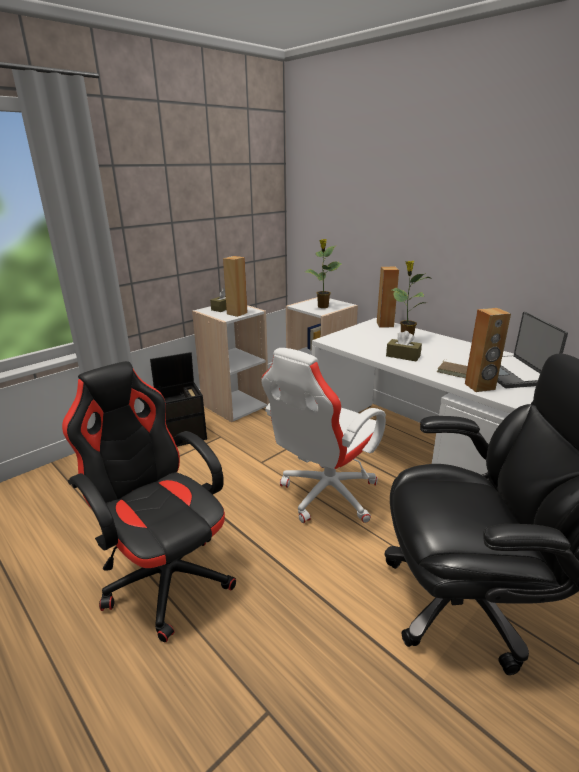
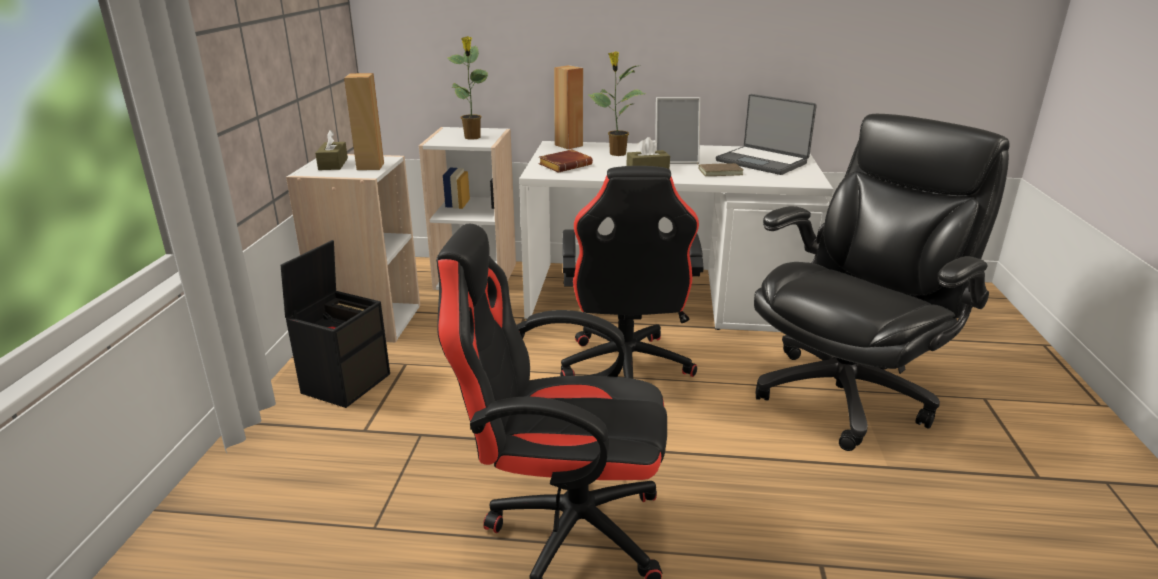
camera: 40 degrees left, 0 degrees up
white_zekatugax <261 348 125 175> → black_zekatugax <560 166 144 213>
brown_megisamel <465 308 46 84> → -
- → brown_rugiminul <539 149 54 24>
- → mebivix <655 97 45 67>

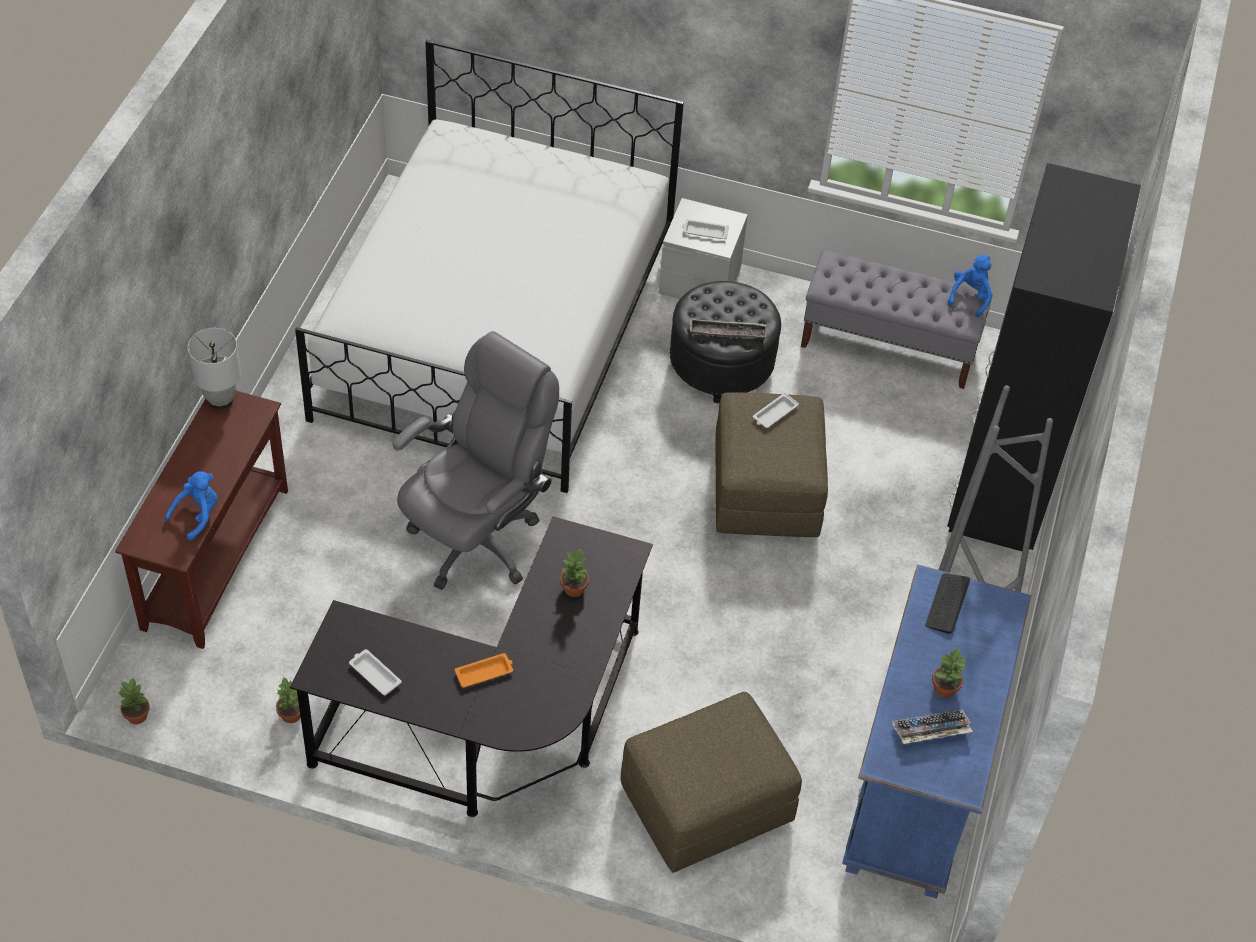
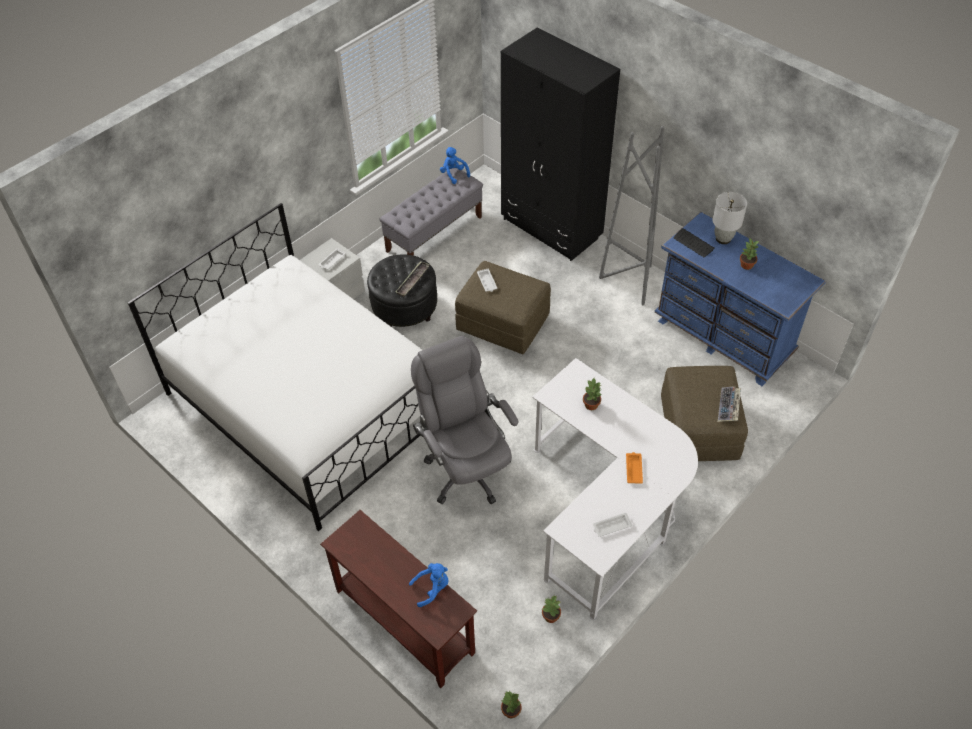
camera: 60 degrees left, 0 degrees up
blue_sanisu <165 471 53 70> → blue_sanisu <409 563 40 44>, 90 degrees clockwise
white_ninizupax <187 328 54 81> → white_ninizupax <712 192 35 52>, relocated
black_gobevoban <290 516 363 301> → white_gobevoban <532 358 166 262>
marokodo <892 710 81 34> → marokodo <718 386 23 36>, relocated

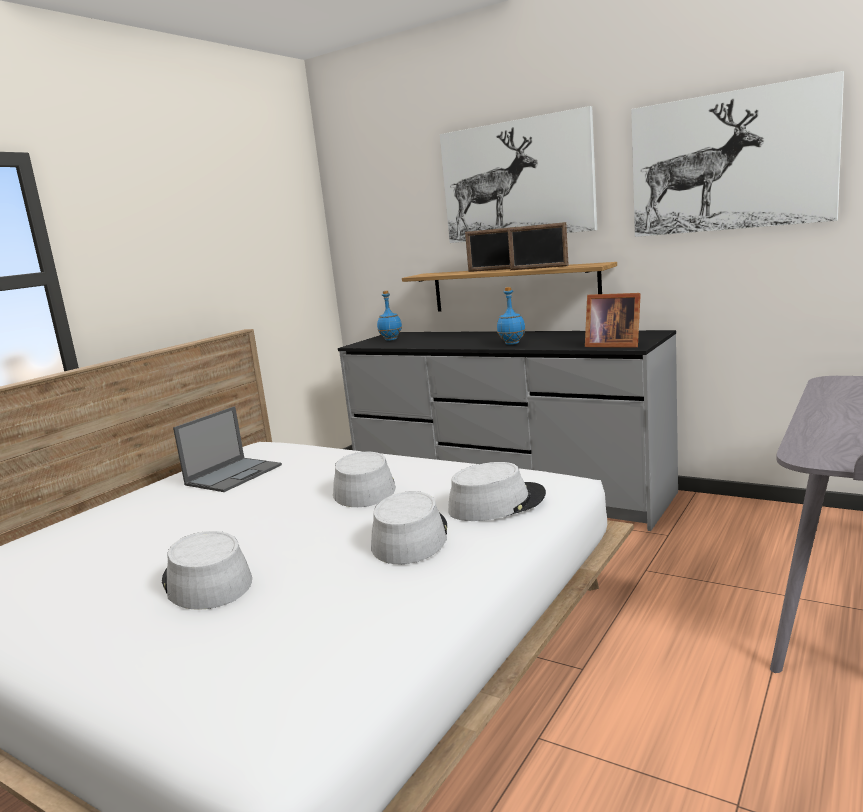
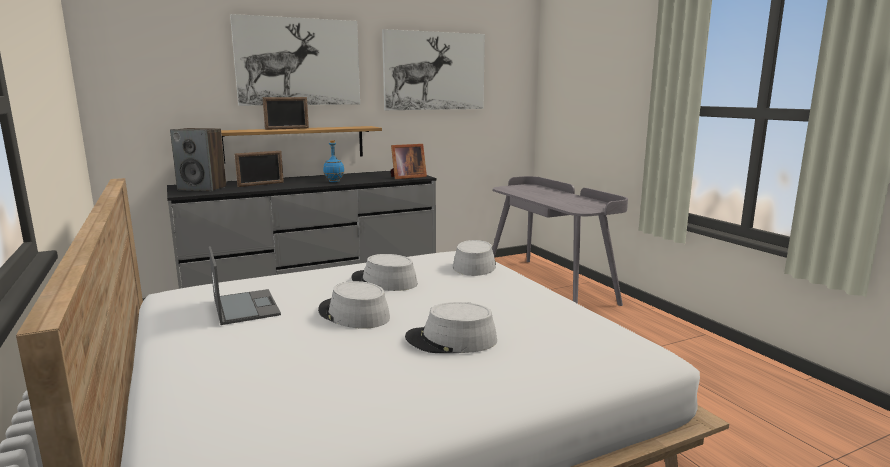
camera: 60 degrees left, 0 degrees up
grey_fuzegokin <371 491 76 73> → grey_fuzegokin <318 281 72 48>, relocated
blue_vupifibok <377 290 25 51> → megisamel <170 128 56 63>
mebivix <507 222 62 48> → mebivix <234 151 50 36>, relocated

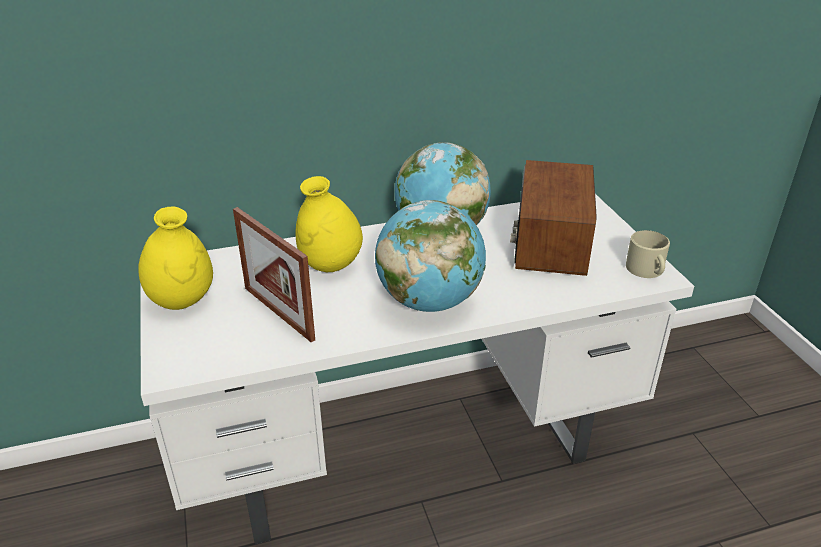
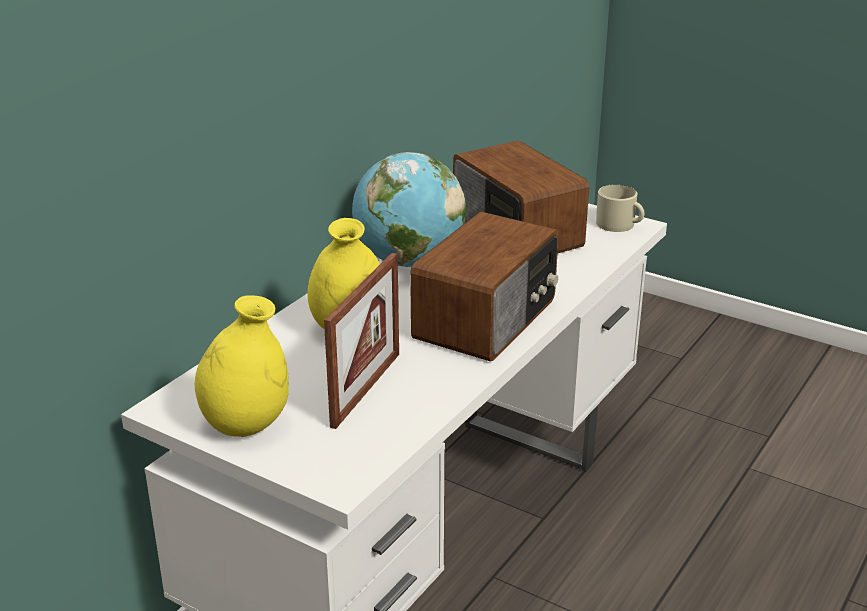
camera: 40 degrees left, 5 degrees down
mebivix <233 207 82 135> → mebivix <324 253 75 176>, 75 degrees counterclockwise
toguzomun <375 200 111 112> → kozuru <410 212 149 150>

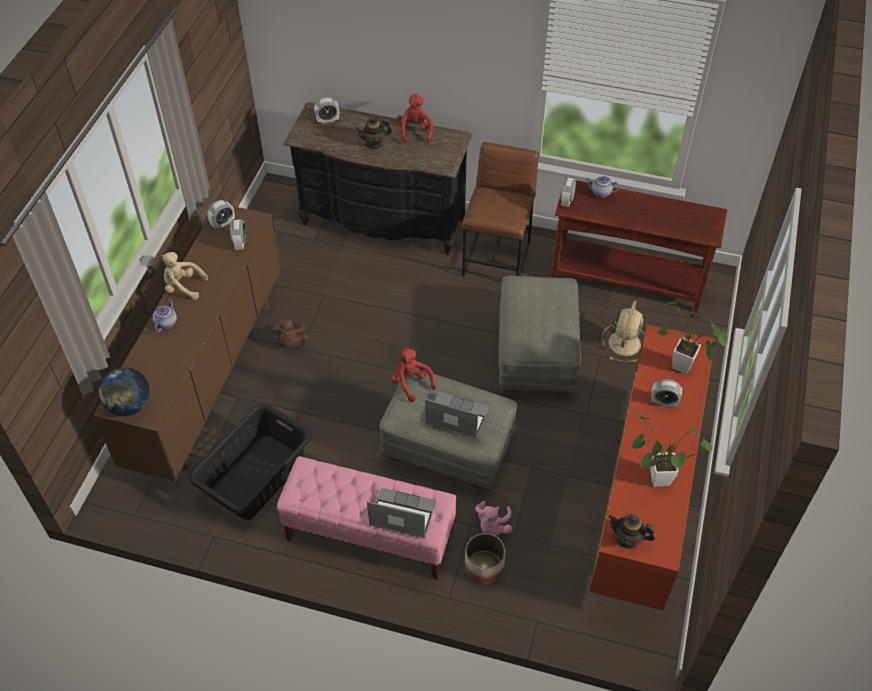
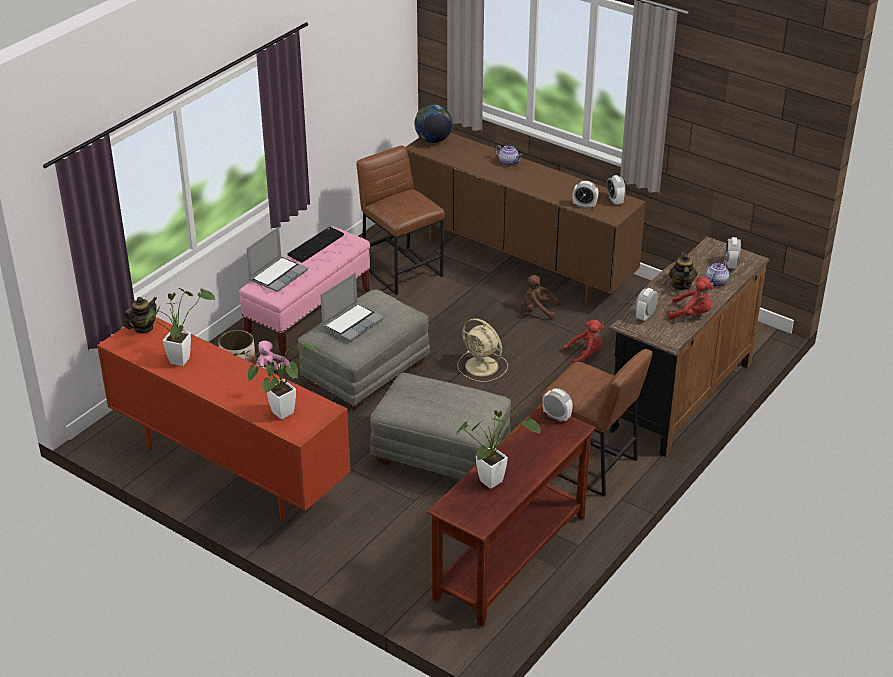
camera: 110 degrees right, 15 degrees down
beige_sanisu <161 252 47 48> → -
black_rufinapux <190 404 122 116> → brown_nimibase <356 145 89 150>
red_sanisu <390 347 46 55> → red_sanisu <563 320 41 44>, relocated
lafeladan <586 176 34 22> → lafeladan <706 260 23 27>, relocated
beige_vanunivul <602 300 43 62> → beige_vanunivul <457 318 51 64>, relocated
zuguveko <651 379 31 29> → zuguveko <636 288 22 33>, relocated
- → marokodo <288 227 56 36>
- → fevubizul <456 407 84 82>

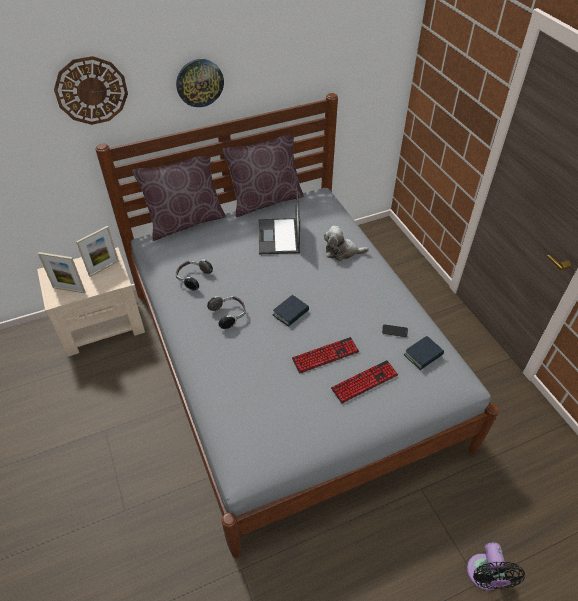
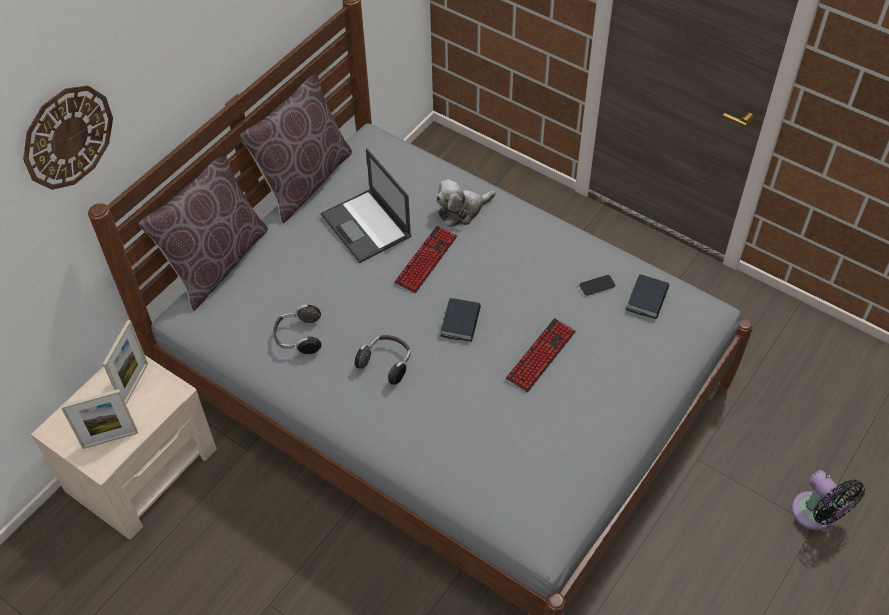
camera: 30 degrees left, 5 degrees up
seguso <176 59 48 48> → -
marokodo <331 360 67 44> → marokodo <394 226 63 67>, relocated

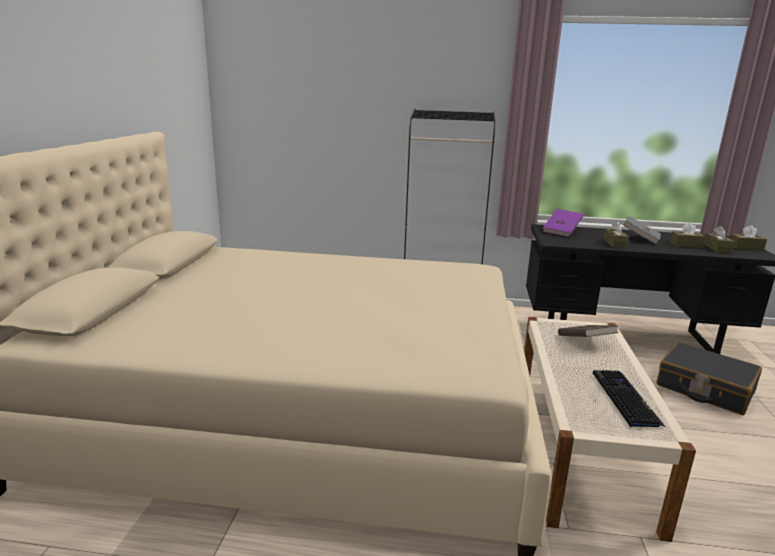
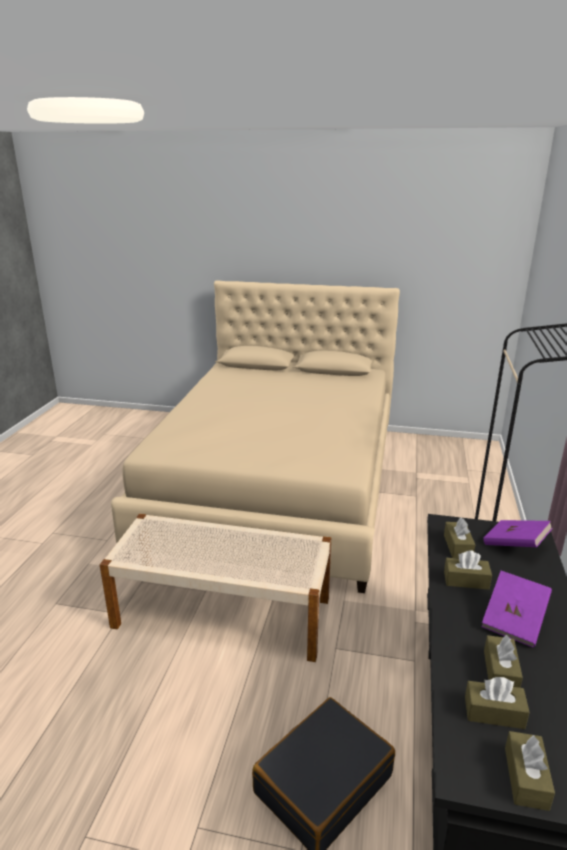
camera: 95 degrees right, 5 degrees up
brown_rugiminul <558 325 61 12> → -
marokodo <593 370 73 57> → -
grey_rugiminul <623 216 38 28> → purple_rugiminul <482 571 70 76>
- → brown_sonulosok <444 517 31 41>

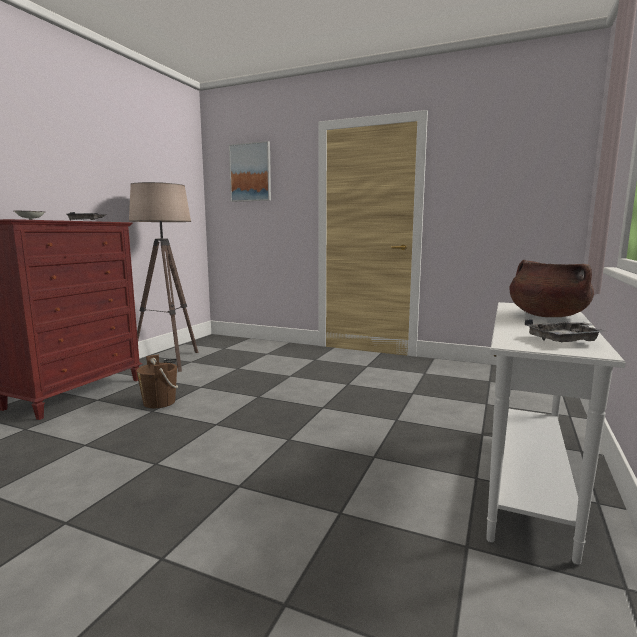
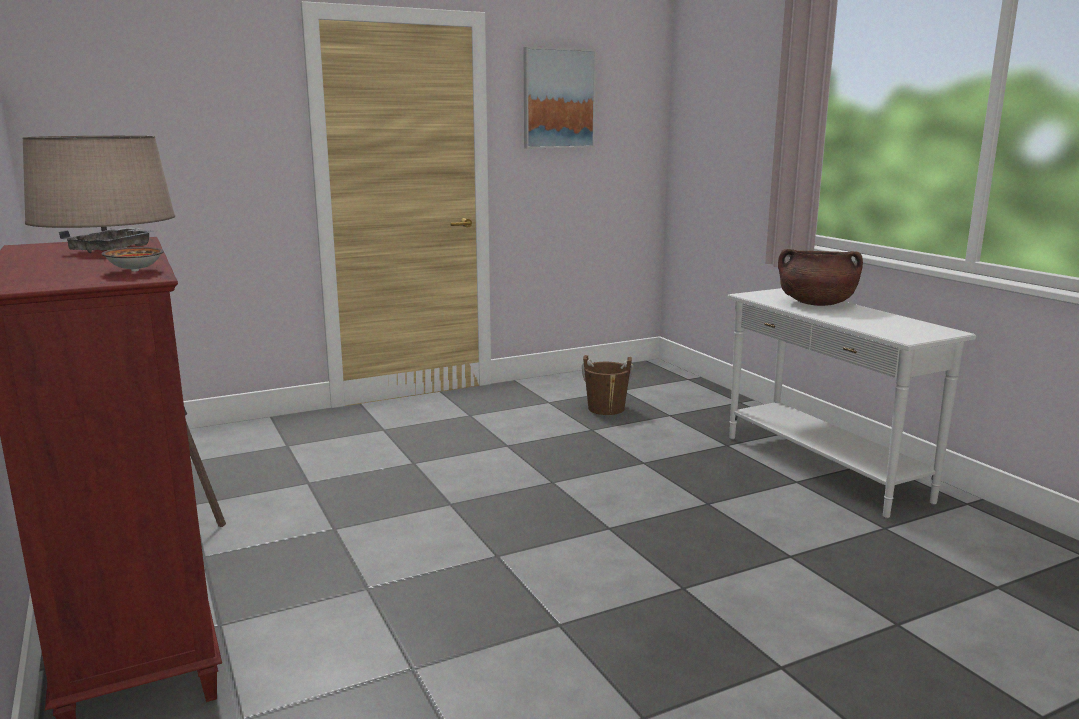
camera: 50 degrees left, 5 degrees up
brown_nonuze <136 355 42 53> → brown_nonuze <582 355 51 60>, relocated
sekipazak <229 141 42 61> → sekipazak <523 47 73 102>, relocated
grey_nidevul <525 319 81 23> → -

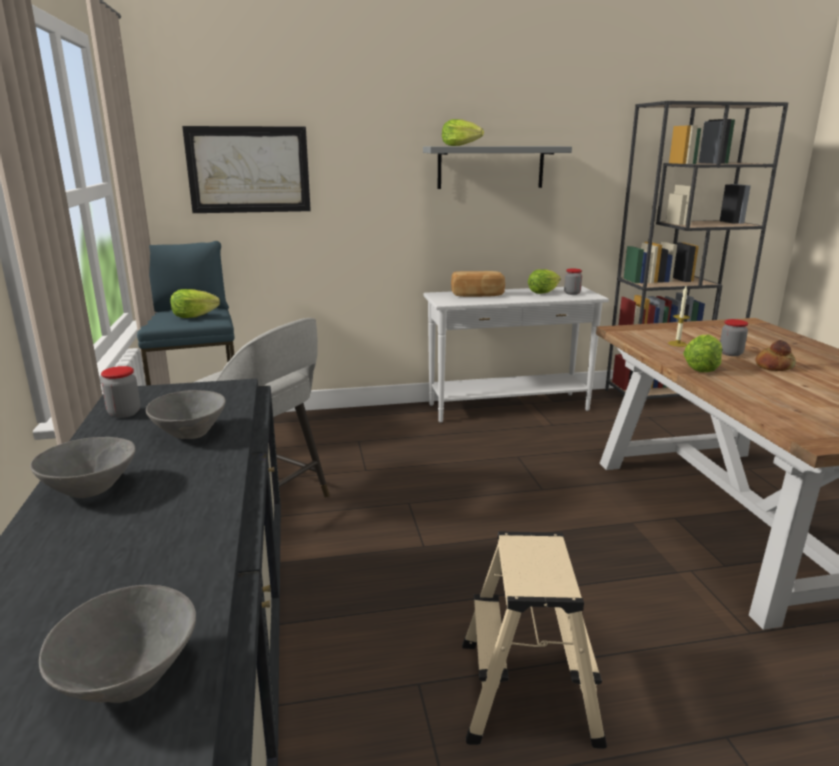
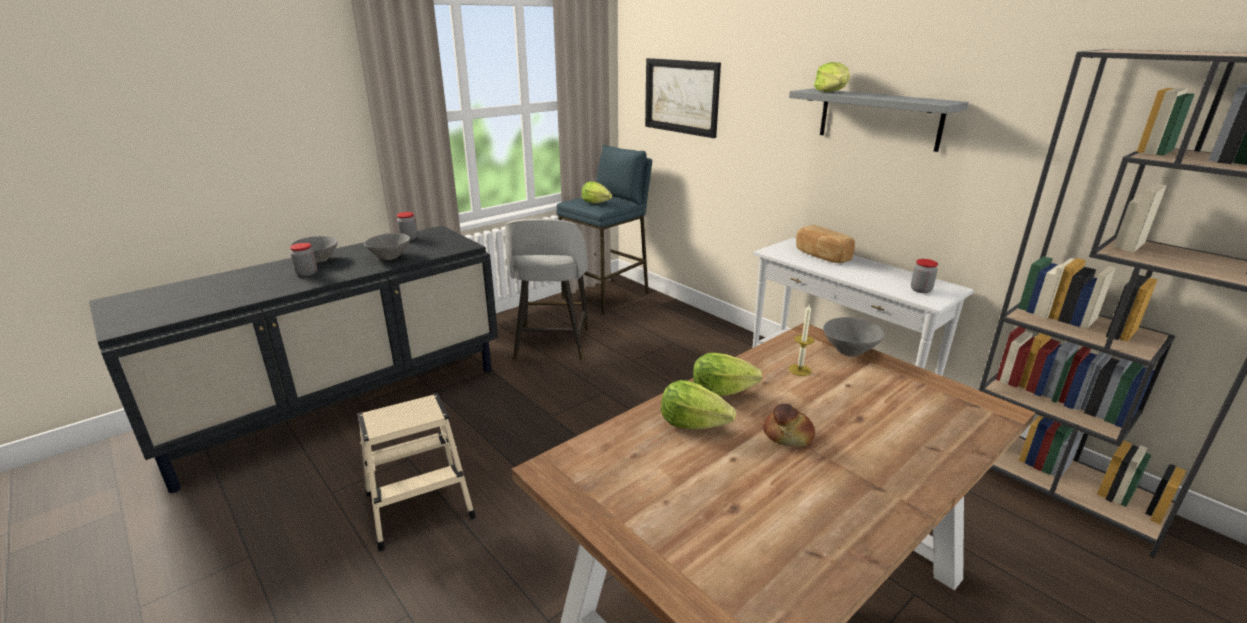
camera: 60 degrees right, 5 degrees up
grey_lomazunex <39 585 157 118> → grey_lomazunex <823 317 62 39>, relocated
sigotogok <528 269 33 25> → sigotogok <661 380 75 49>, relocated
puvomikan <720 319 28 37> → puvomikan <290 243 27 33>, relocated

